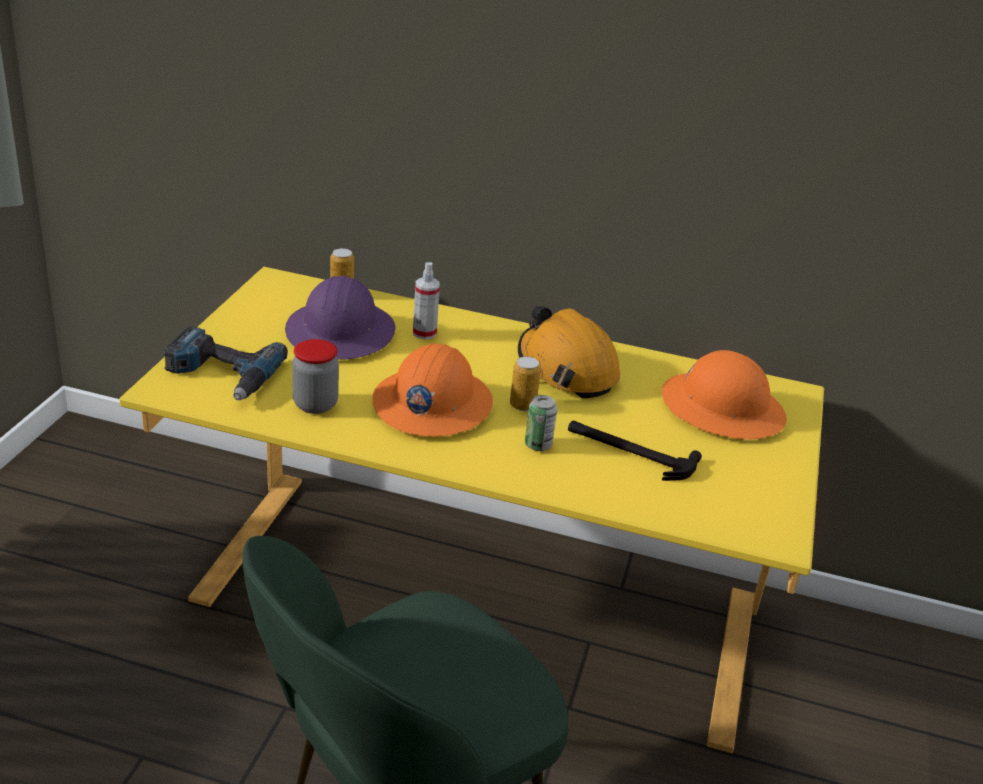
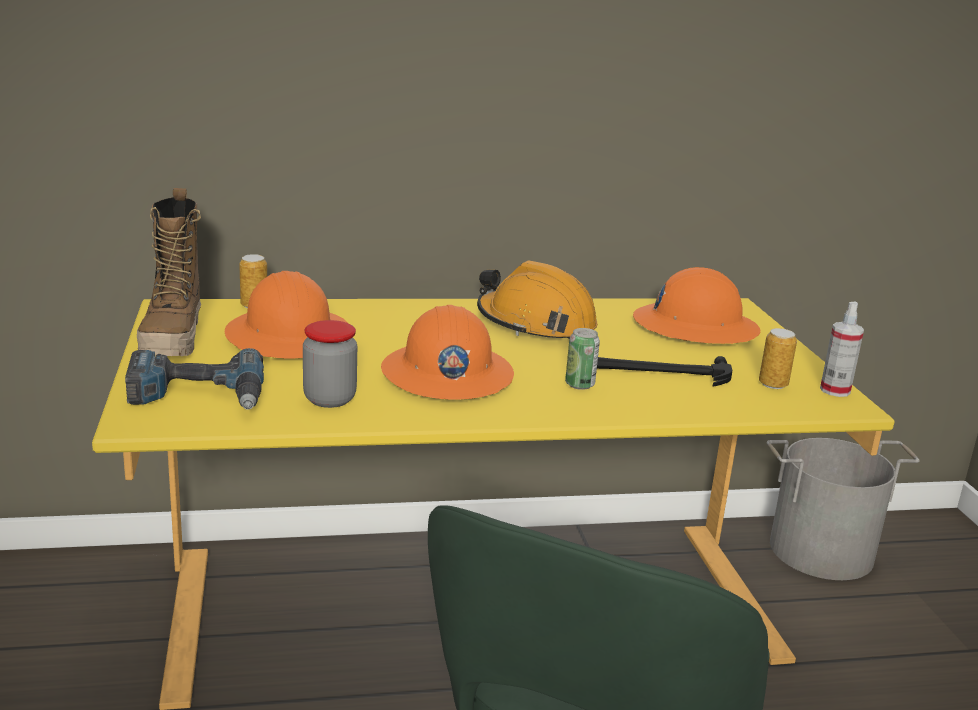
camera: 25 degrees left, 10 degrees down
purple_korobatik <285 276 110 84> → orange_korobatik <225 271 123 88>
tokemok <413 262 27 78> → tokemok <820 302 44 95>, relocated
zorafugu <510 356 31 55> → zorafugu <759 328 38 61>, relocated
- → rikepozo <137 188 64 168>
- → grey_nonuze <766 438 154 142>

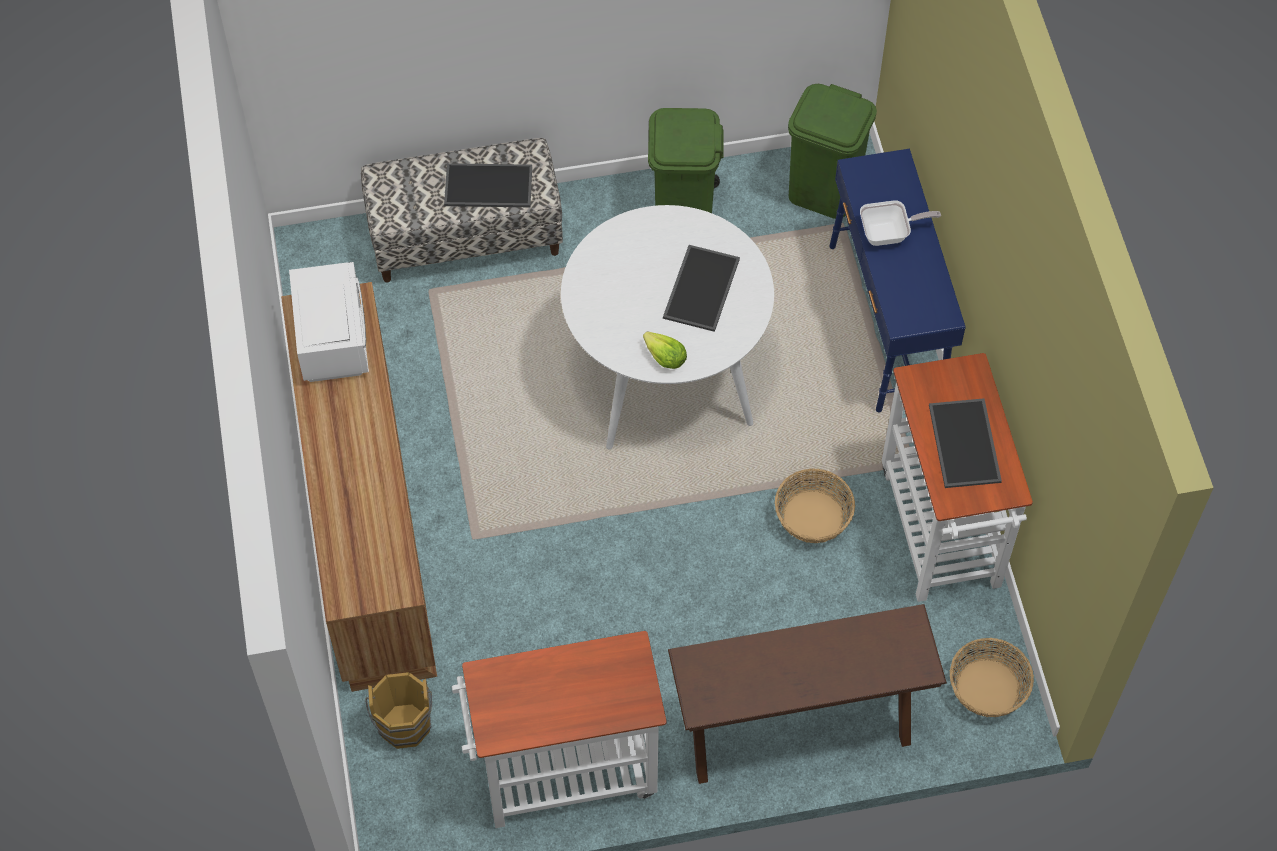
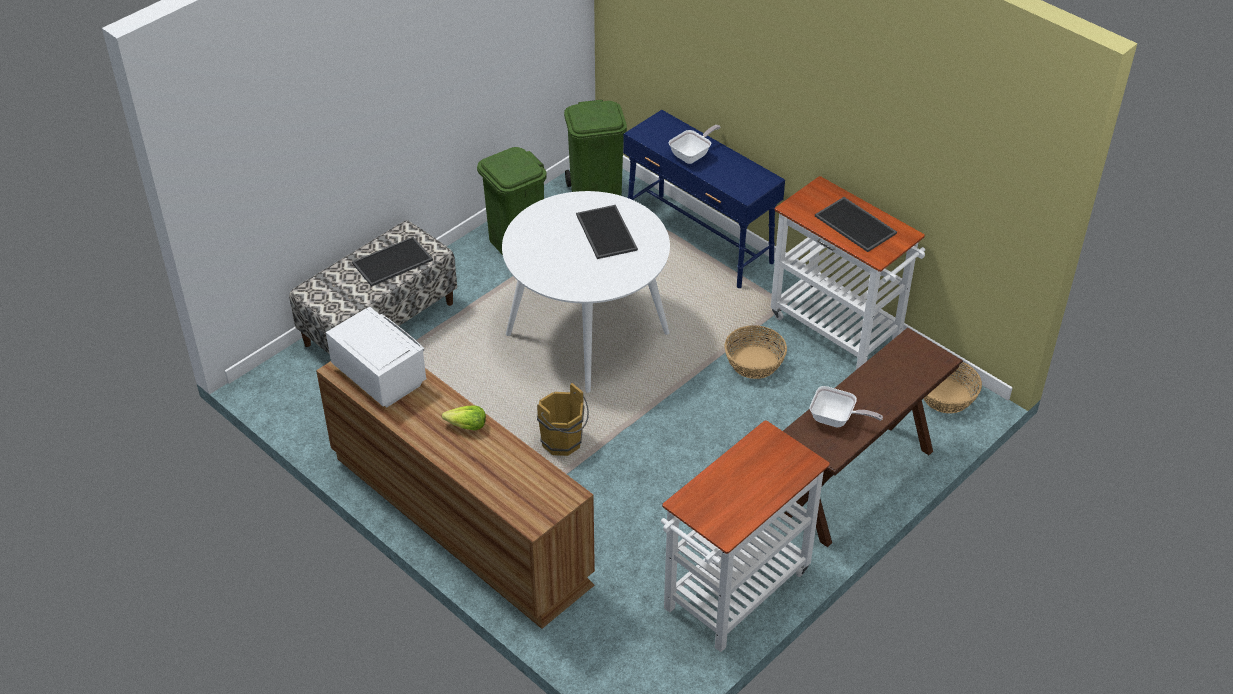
camera: 35 degrees left, 15 degrees down
brown_nonuze <365 672 67 77> → brown_nonuze <537 383 52 73>, relocated
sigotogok <643 332 44 37> → sigotogok <442 405 44 26>, relocated
- → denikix <809 386 74 41>

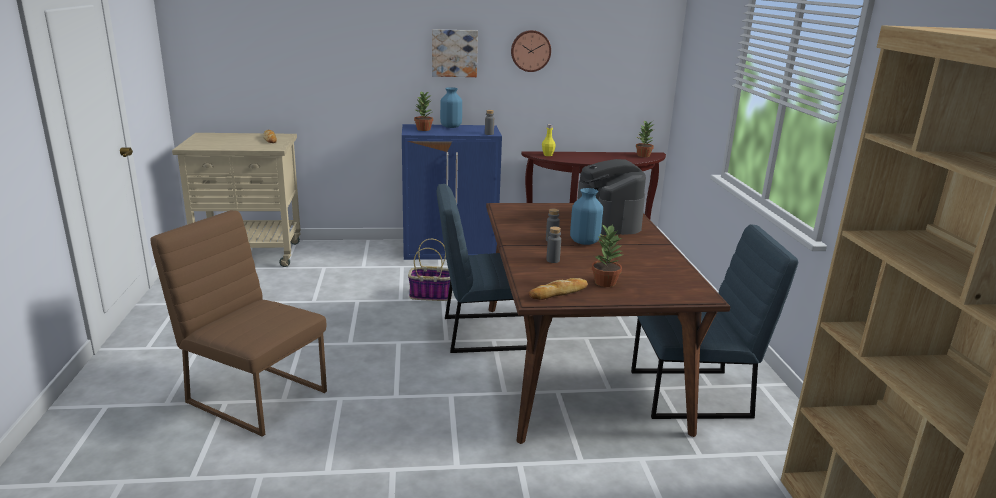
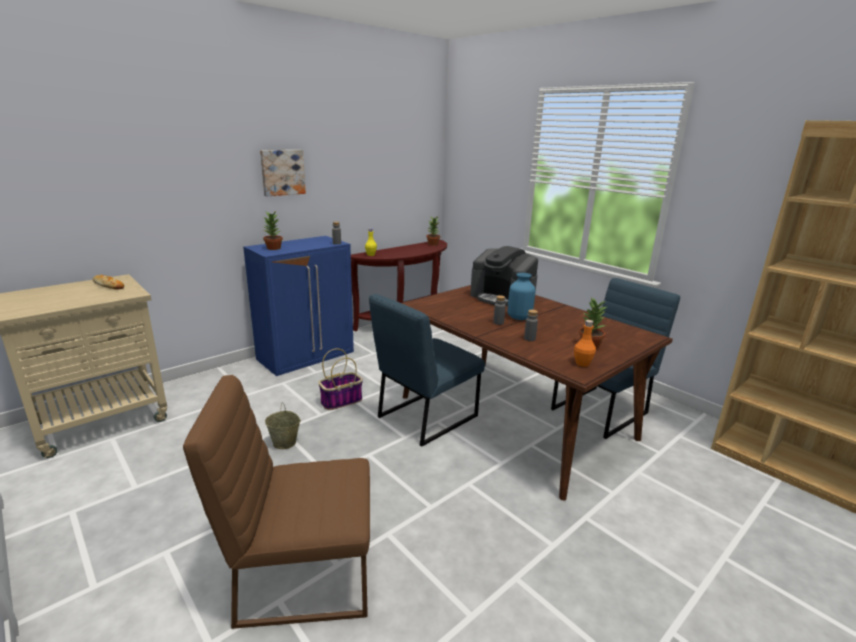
camera: 35 degrees left, 0 degrees up
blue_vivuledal <440 87 22 41> → -
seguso <511 30 40 42> → -
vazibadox <529 278 59 22> → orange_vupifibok <574 320 22 47>
- → beige_nonuze <265 403 36 46>

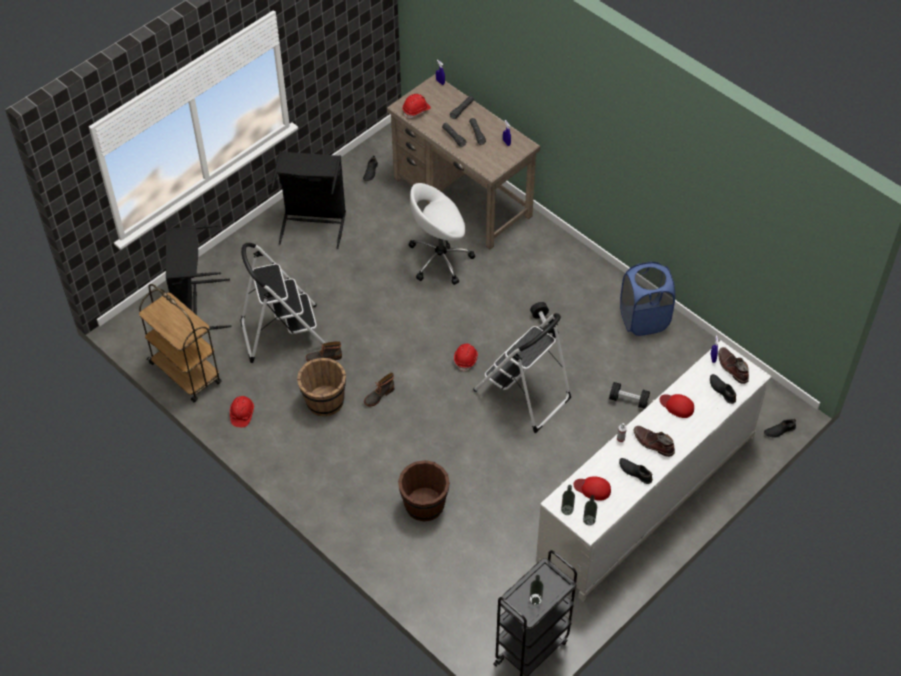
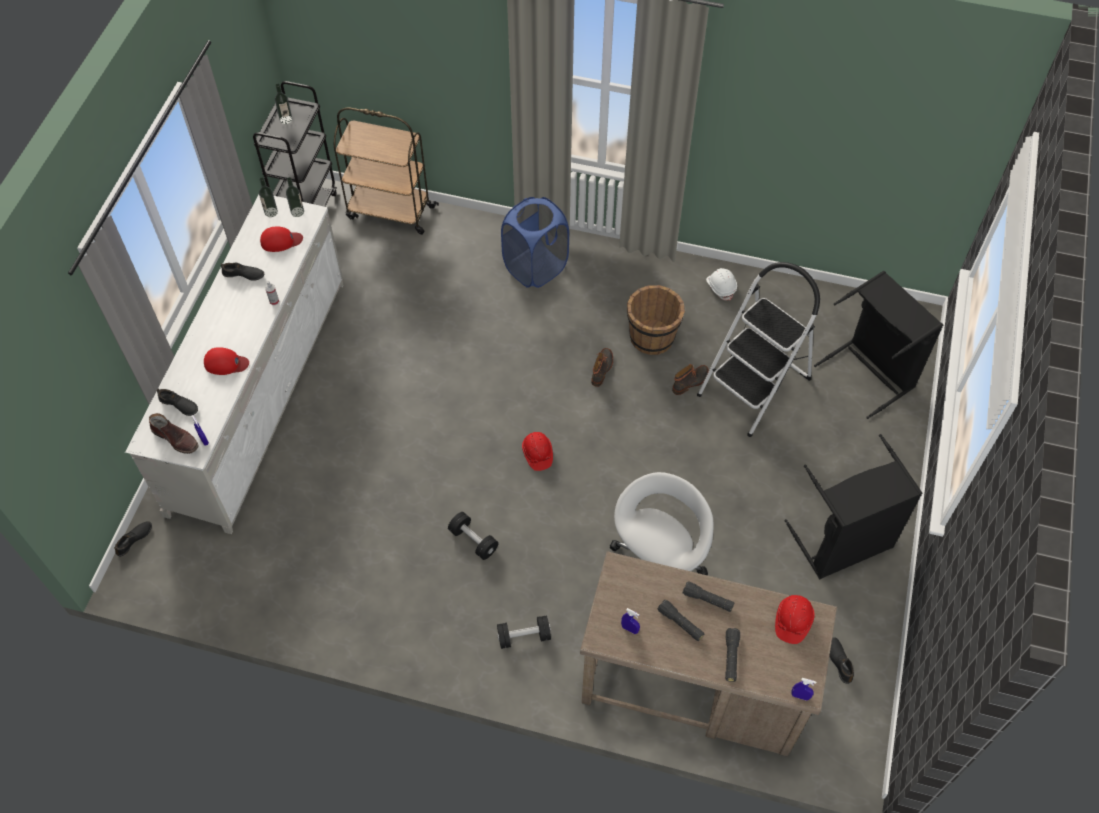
camera: 150 degrees right, 5 degrees up
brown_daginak <139 284 83 119> → brown_daginak <334 108 105 127>, relocated
red_korobatik <230 396 24 31> → white_korobatik <706 268 31 32>
brown_nonuze <398 460 52 62> → -
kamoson <473 313 98 120> → -
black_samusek <609 382 41 27> → black_samusek <497 615 54 34>, relocated
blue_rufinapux <620 262 55 74> → blue_rufinapux <501 197 68 91>, relocated
brown_rikepozo <634 426 41 31> → -

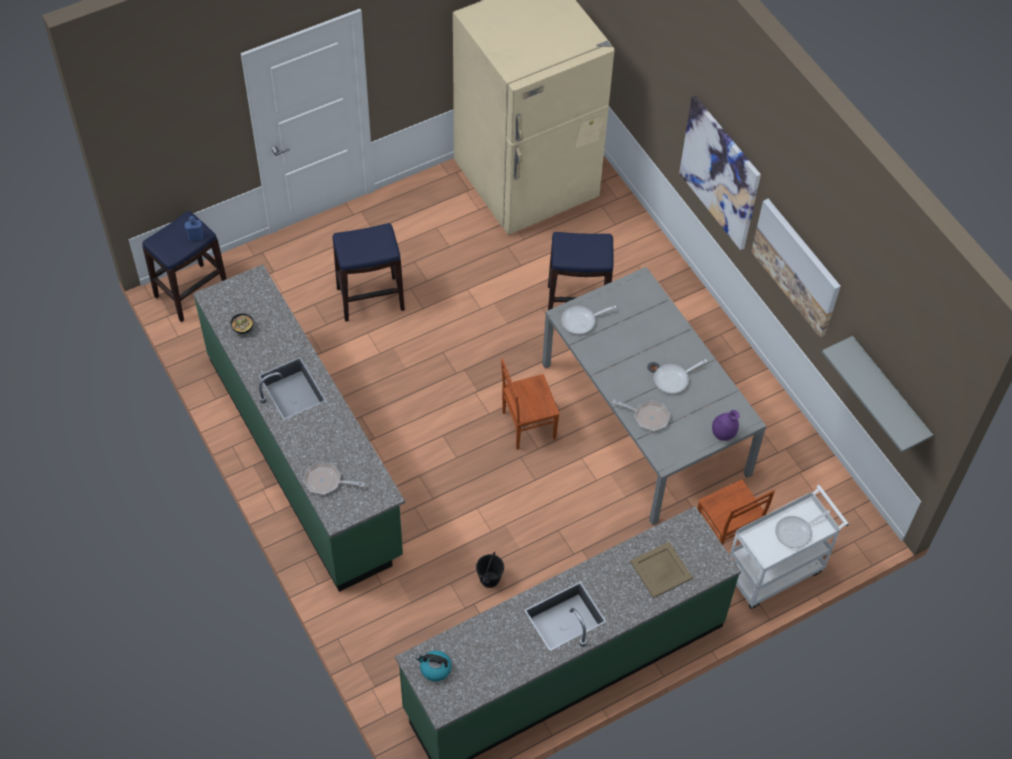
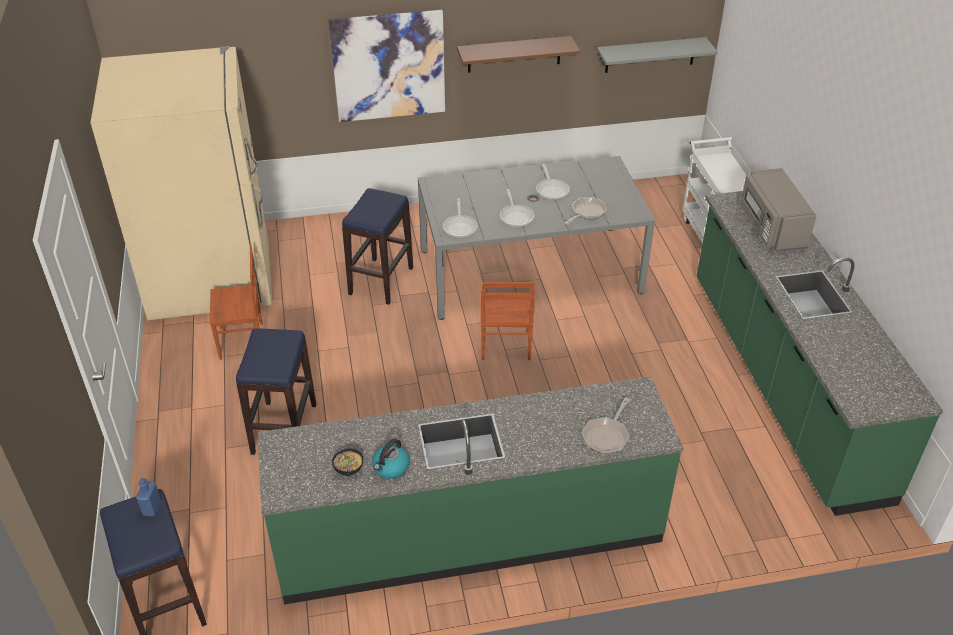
camera: 70 degrees left, 15 degrees down
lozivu <416 651 36 31> → lozivu <372 438 38 41>, relocated
black_nonuze <476 552 28 36> → -
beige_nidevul <630 542 63 56> → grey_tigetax <740 168 76 83>
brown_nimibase <697 479 78 66> → brown_nimibase <210 244 53 116>, relocated
purple_vivuledal <712 410 28 31> → -
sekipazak <751 199 90 139> → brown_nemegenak <457 36 123 37>
denikix <775 510 55 38> → denikix <500 189 34 38>, relocated

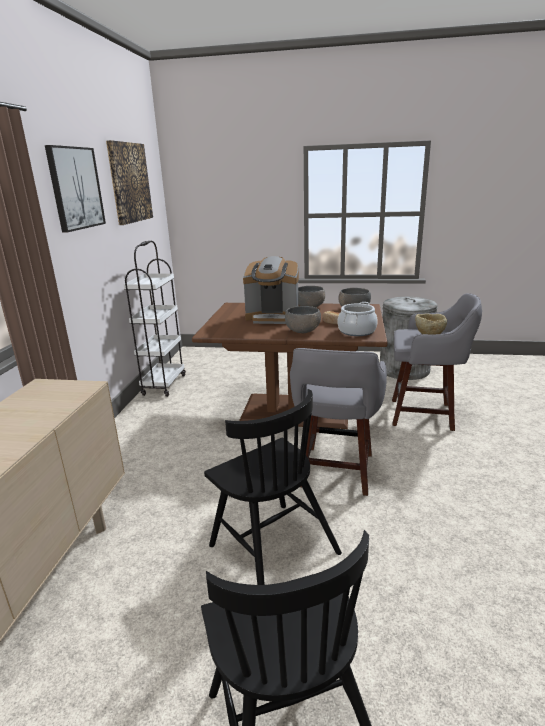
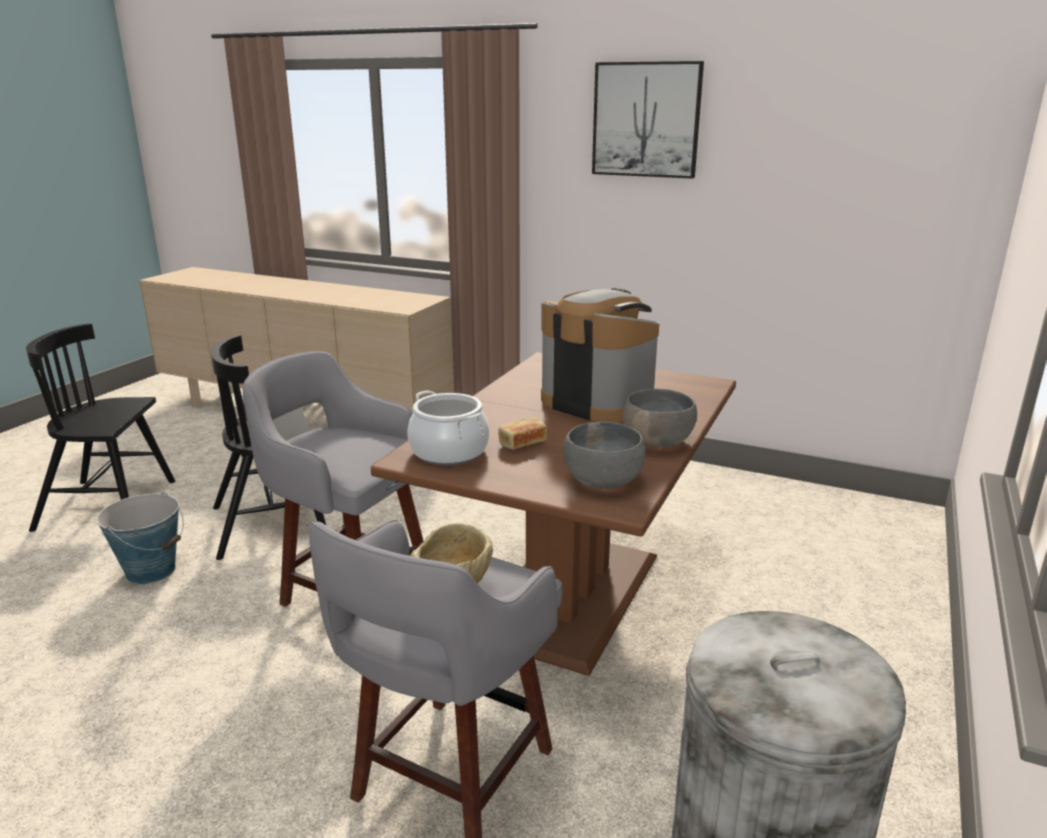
camera: 105 degrees right, 0 degrees up
sekipazak <106 140 47 85> → -
white_daginak <123 241 63 156> → -
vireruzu <243 256 56 68> → vireruzu <541 288 118 135>, 105 degrees clockwise
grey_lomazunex <285 306 36 27> → -
- → nonuze <97 492 87 92>

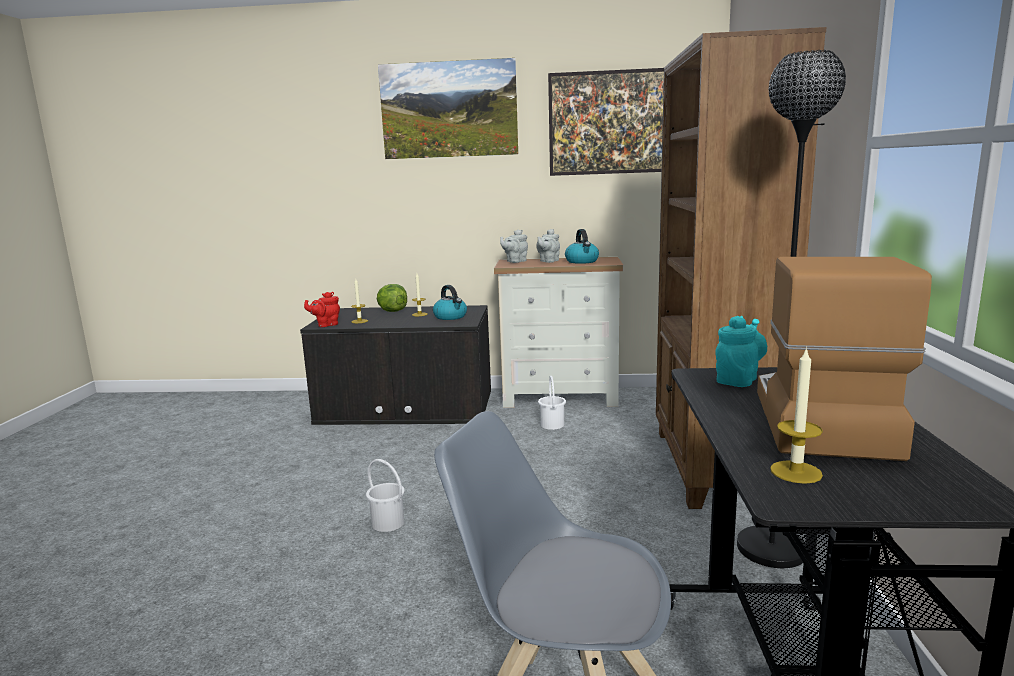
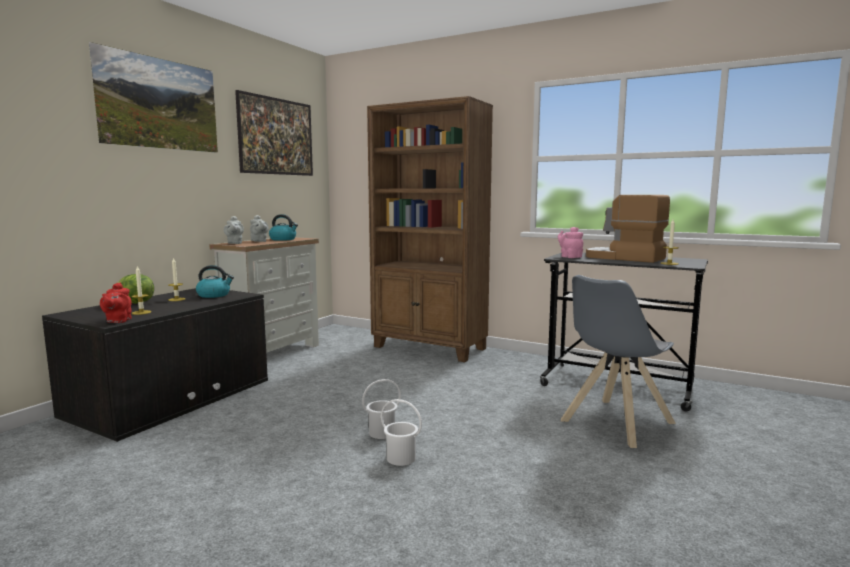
camera: 65 degrees left, 5 degrees down
white_nonuze <538 376 28 54> → white_nonuze <381 399 41 67>, relocated
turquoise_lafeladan <715 316 52 71> → pink_lafeladan <558 227 25 31>
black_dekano <737 50 109 518> → -

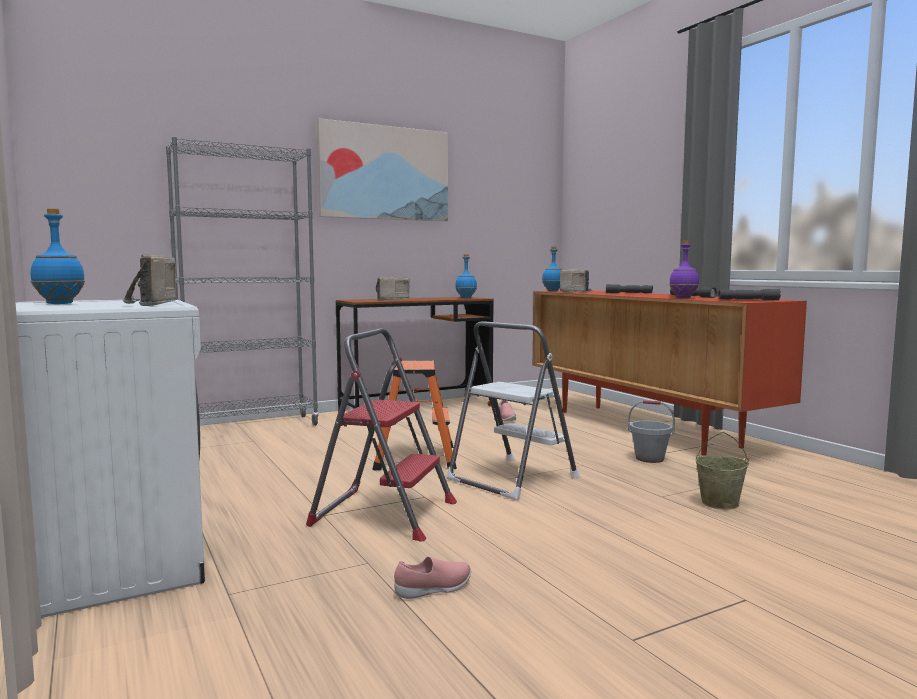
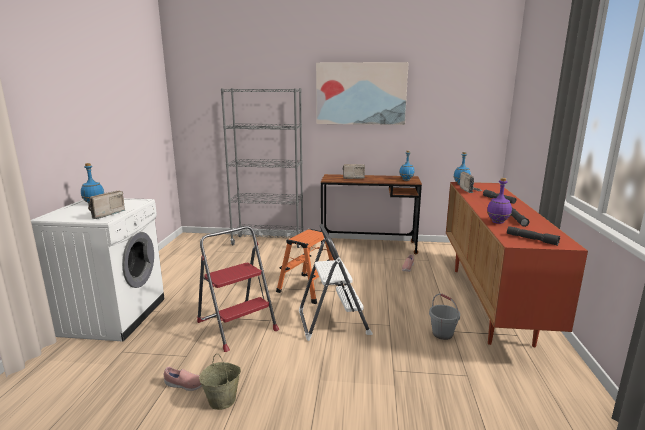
camera: 35 degrees right, 10 degrees up
beige_nonuze <696 432 53 78> → beige_nonuze <199 354 42 56>, relocated

